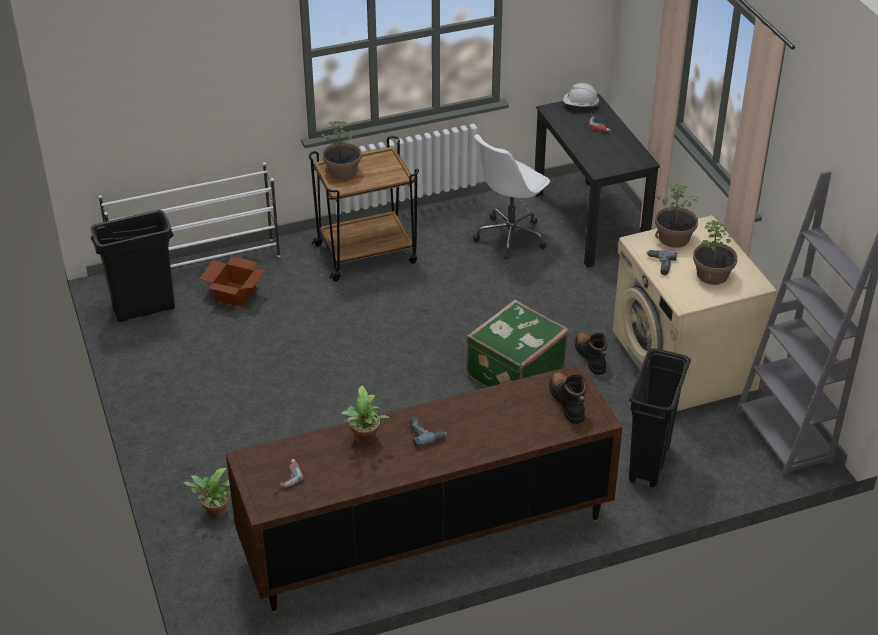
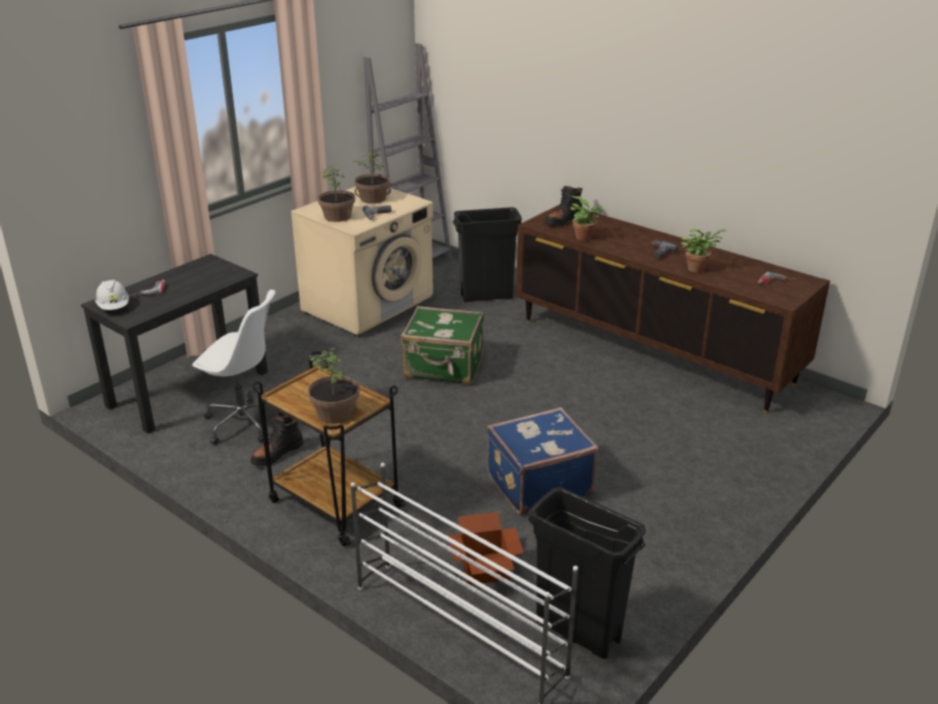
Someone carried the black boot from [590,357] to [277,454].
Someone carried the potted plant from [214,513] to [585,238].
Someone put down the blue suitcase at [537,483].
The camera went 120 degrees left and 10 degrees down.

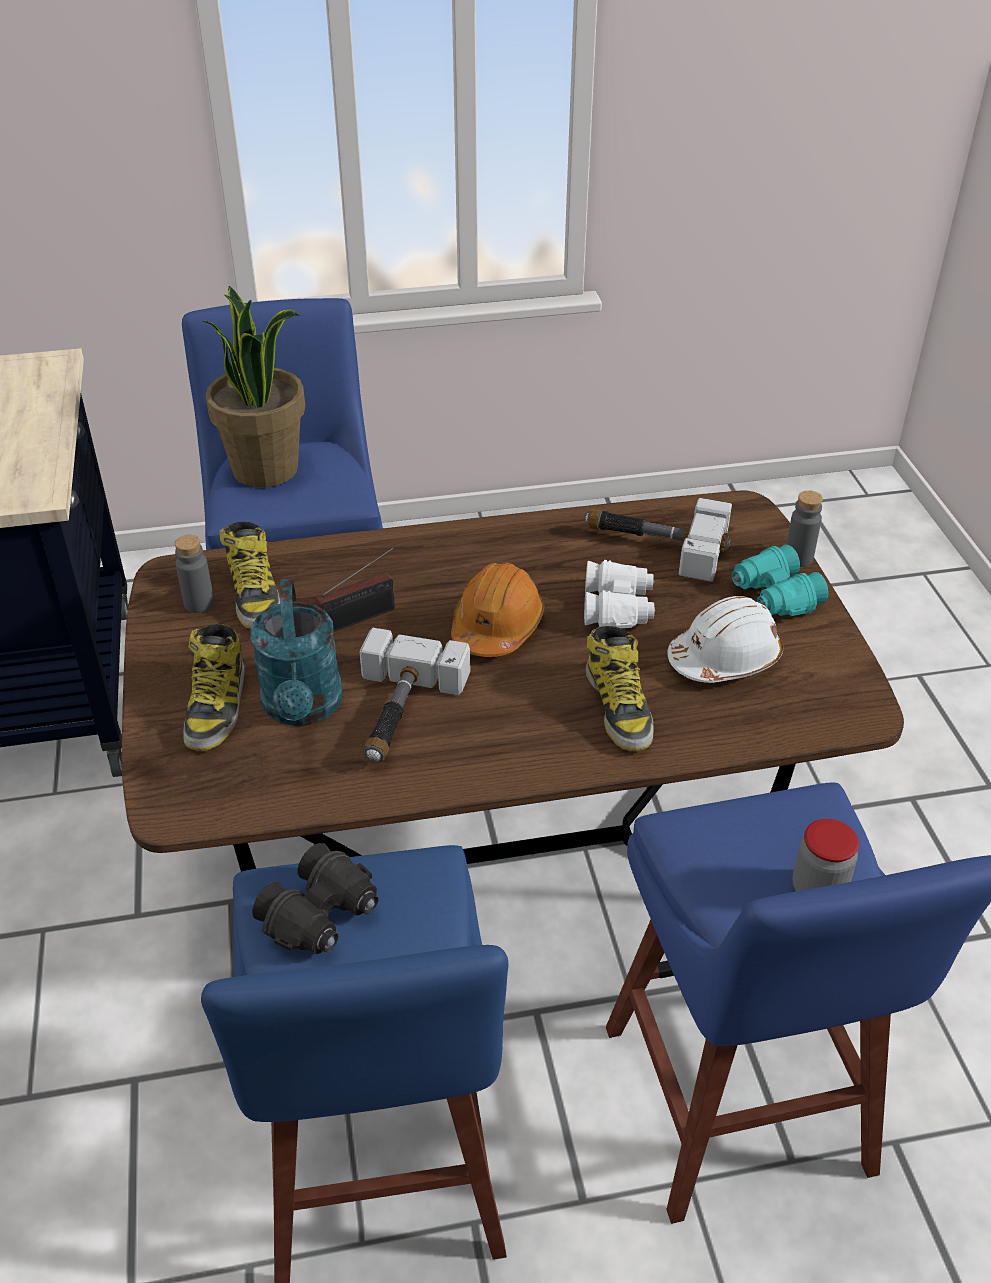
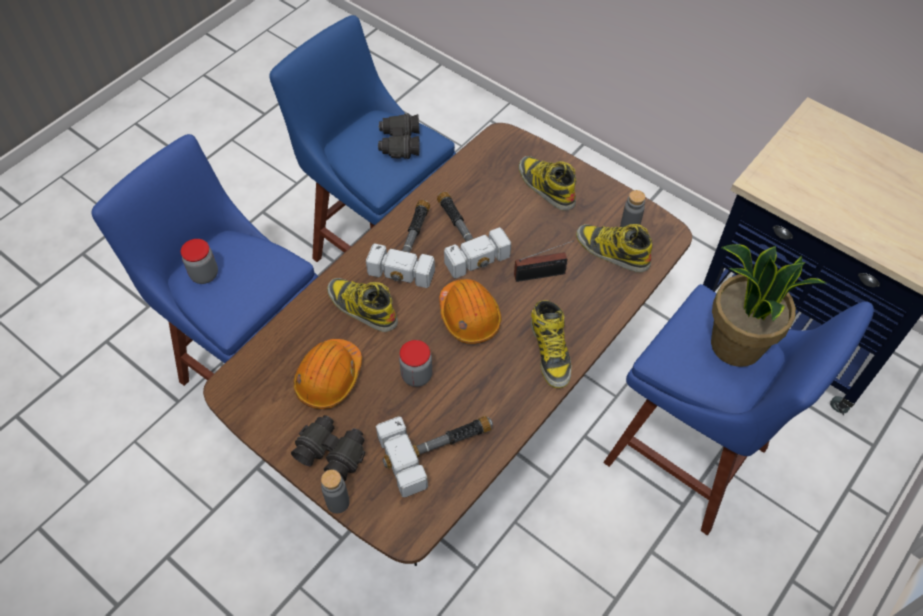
Someone repainted the turquoise binoculars at [774,596], which became the black binoculars at [331,451].
Someone rotated the radio at [362,617] by 120 degrees counterclockwise.
Someone swapped the white binoculars at [618,608] for the jar at [416,375].
Someone took away the turquoise watering can at [303,709].
Someone repainted the white hard hat at [725,658], which became the orange hard hat at [329,378].
Someone put down the hammer at [411,246].
Someone put down the boot at [550,352].
The camera went 140 degrees right and 15 degrees up.

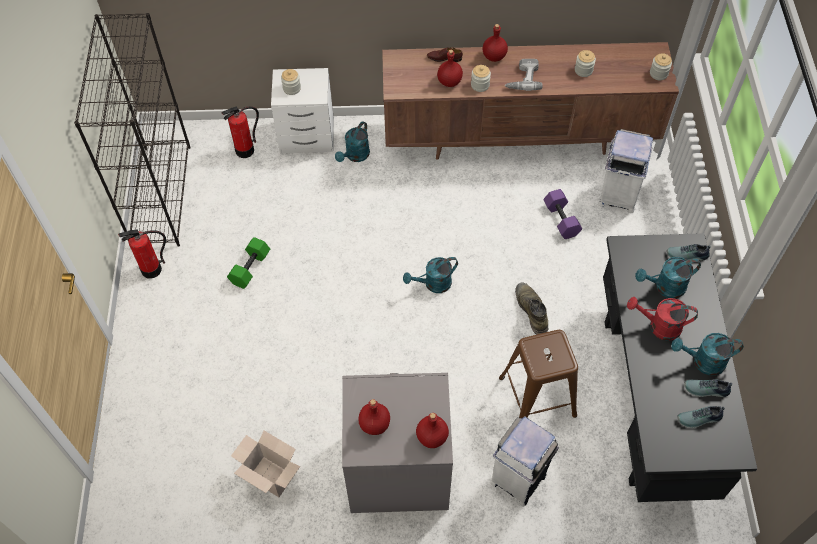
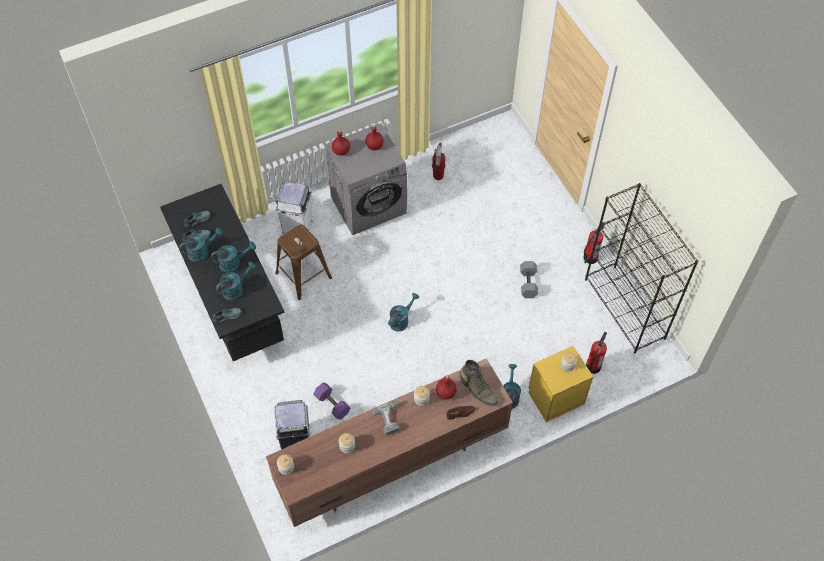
Someone took away the red bottle at [493,57].
Someone repainted the white nightstand at [308,137], which became the yellow nightstand at [554,397].
Someone repainted the green dumbbell at [250,267], which became the grey dumbbell at [528,283].
Someone carried the green boot from [531,310] to [478,389].
Someone repainted the red watering can at [659,326], which became the turquoise watering can at [233,263].
Someone swapped the cardboard box at [269,477] for the fire extinguisher at [438,176].
The camera went 155 degrees right and 0 degrees up.

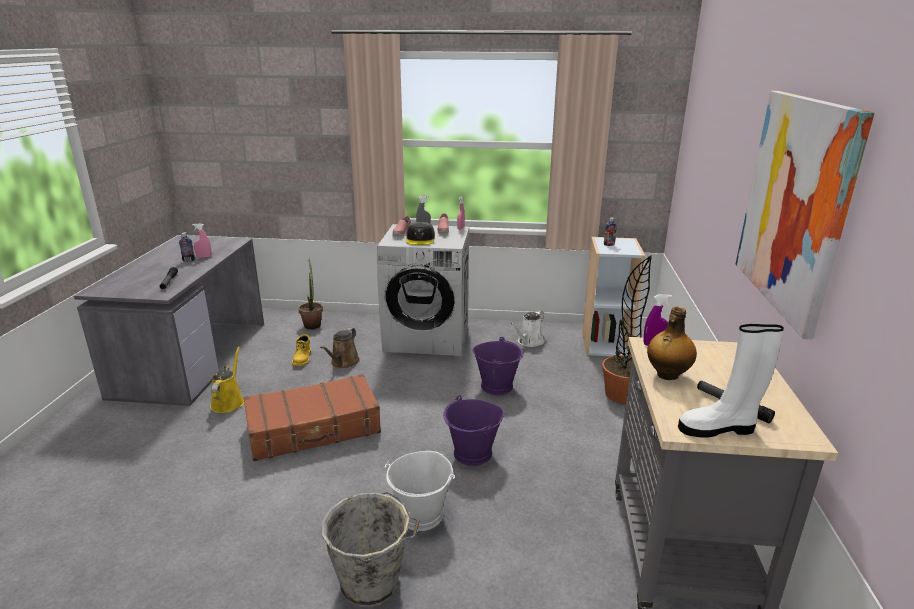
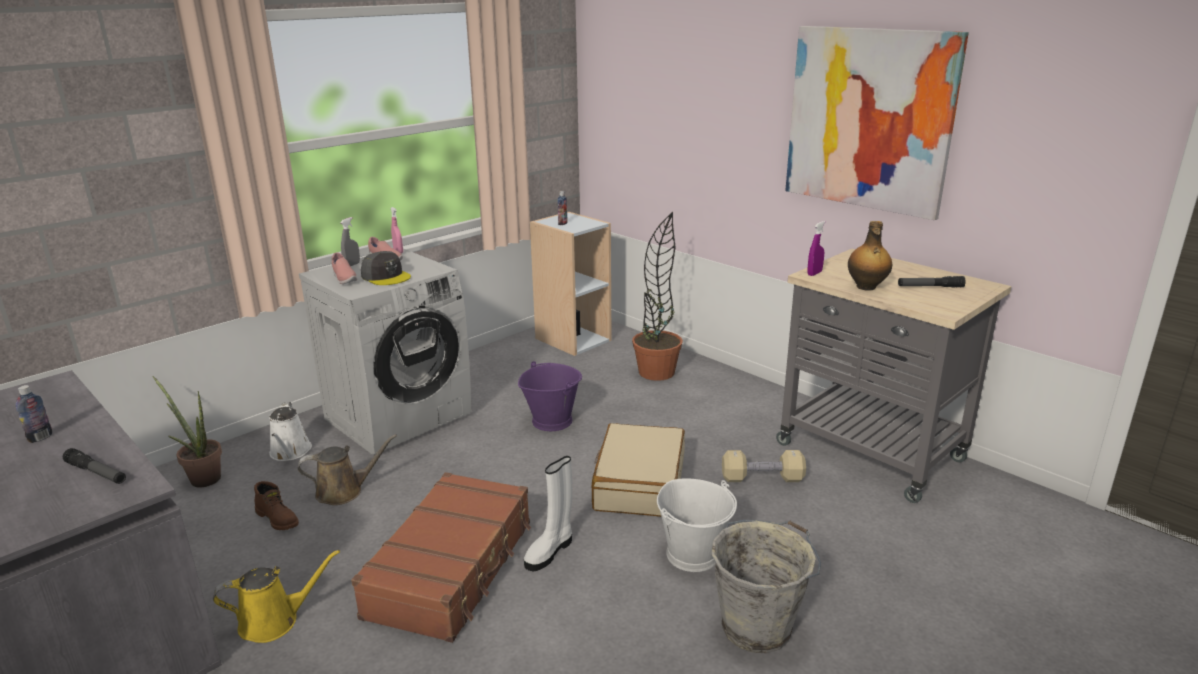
Someone took away the pink spray bottle at [204,257].
Someone carried the white watering can from [529,342] to [290,452].
Someone carried the white boot from [718,428] to [550,551].
Someone rotated the brown watering can at [343,362] by 75 degrees counterclockwise.
Someone repainted the yellow boot at [302,359], which became the brown boot at [278,519].
Someone rotated the yellow watering can at [229,402] by 120 degrees clockwise.
Someone swapped the purple bucket at [472,454] for the beige suitcase at [639,484].
Someone put down the beige dumbbell at [762,478].
The camera went 50 degrees left and 0 degrees up.

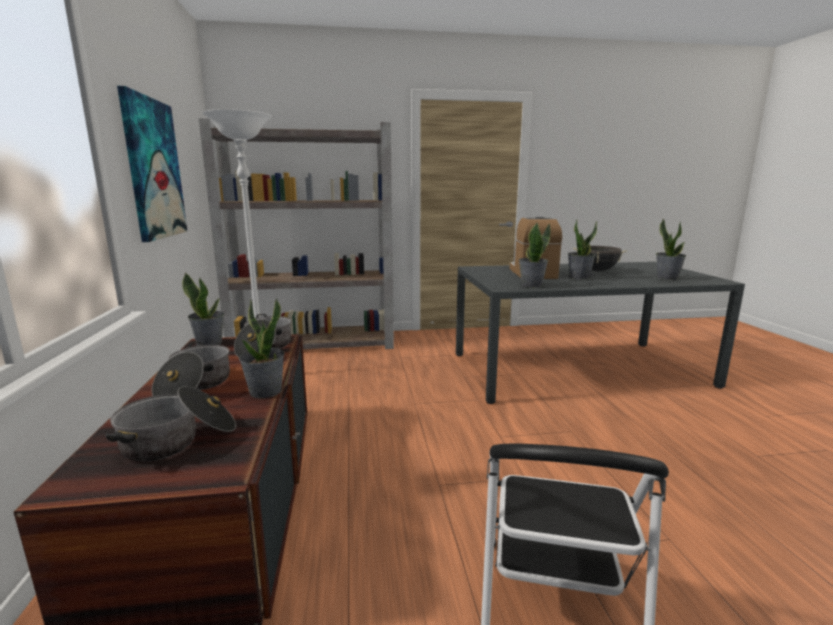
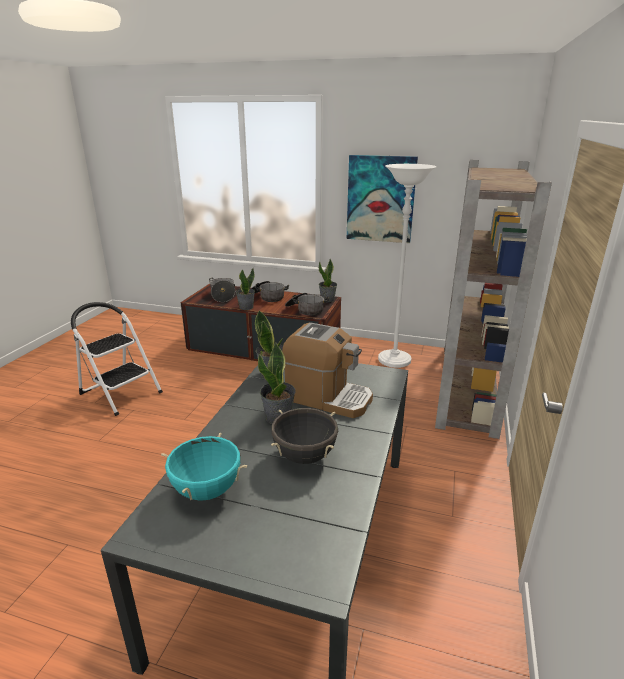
Someone swapped the potted plant at [667,278] for the turquoise cooking pot at [206,490].
The camera went 115 degrees right and 10 degrees up.

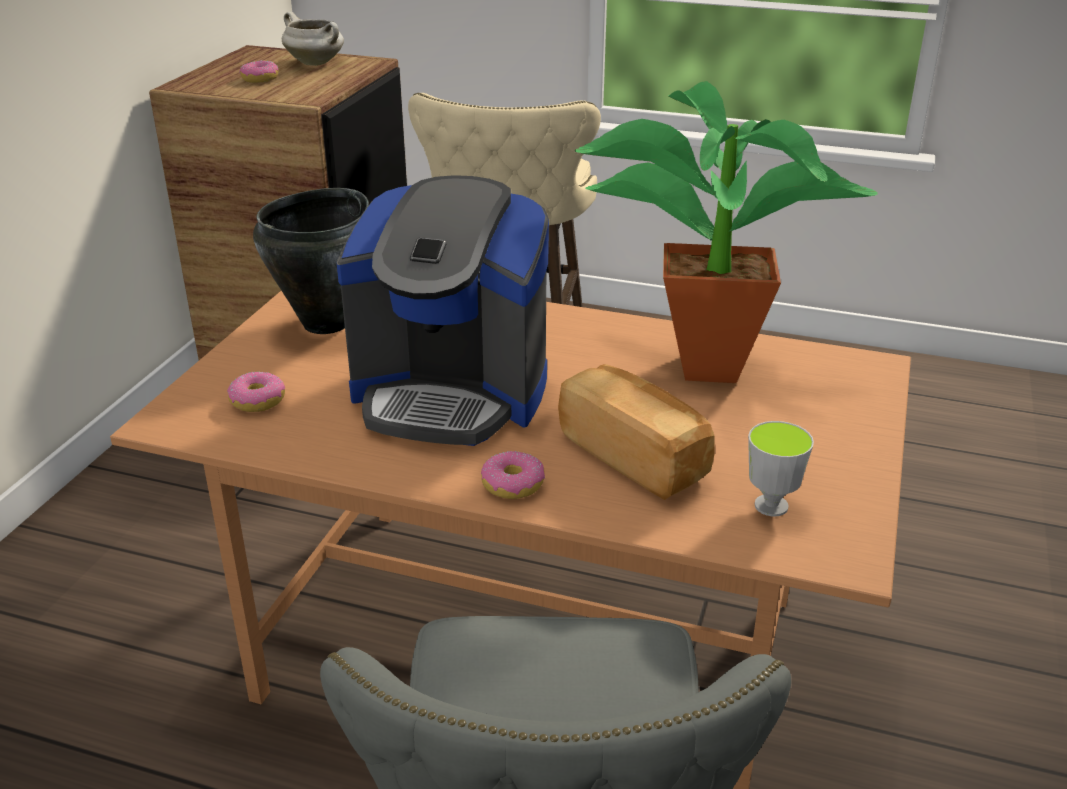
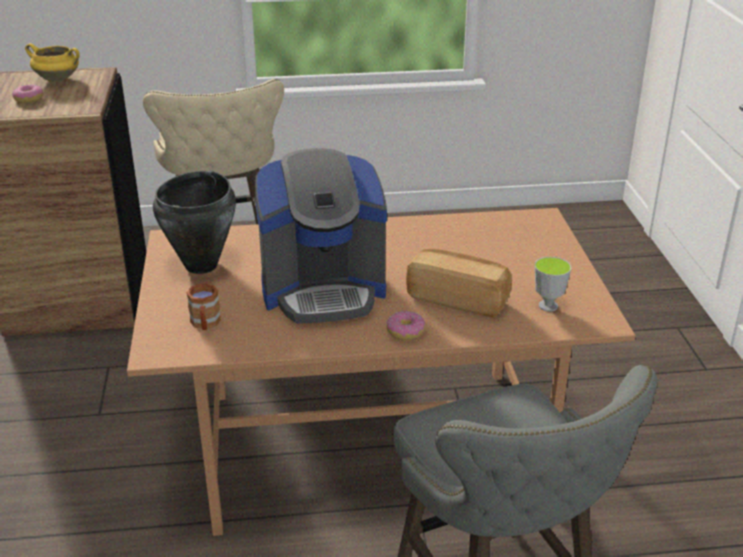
Someone repainted the white cooking pot at [316,63], which became the yellow cooking pot at [58,79].
Someone took away the potted plant at [695,363].
Someone swapped the donut at [258,401] for the brown mug at [205,324].
The camera went 25 degrees left and 0 degrees up.

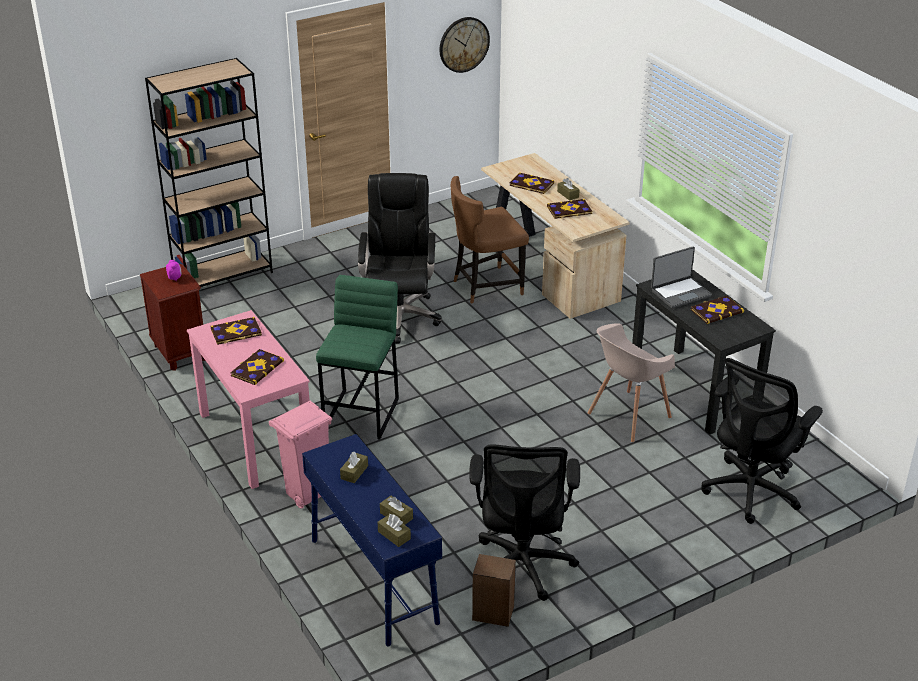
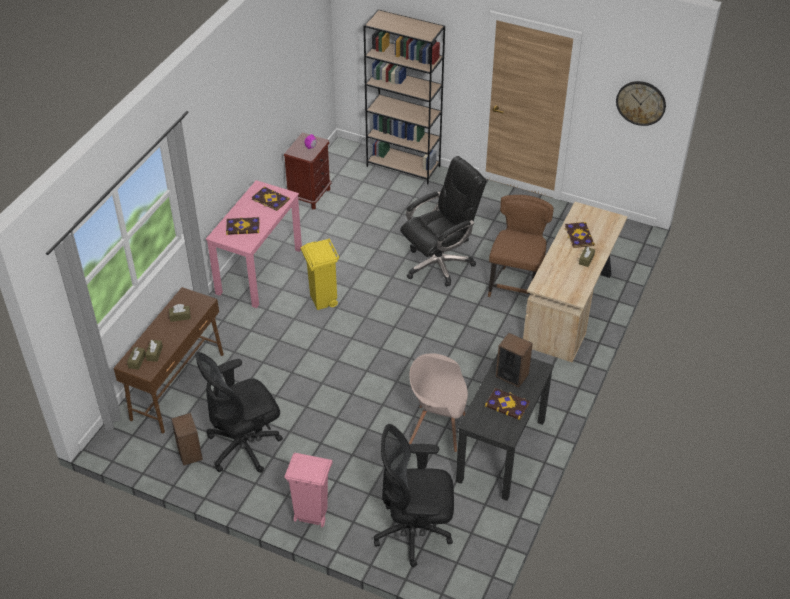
Someone rotated the brown chair at [485,286] by 75 degrees clockwise.
Someone took away the book at [569,210].
Someone swapped the laptop at [680,293] for the speaker at [512,375].
Someone swapped the green stool at [362,413] for the yellow trash can at [323,301].
Someone carried the pink trash can from [307,495] to [311,515].
Someone repainted the blue console table at [374,580], which became the brown console table at [178,387].
The camera went 55 degrees right and 10 degrees up.

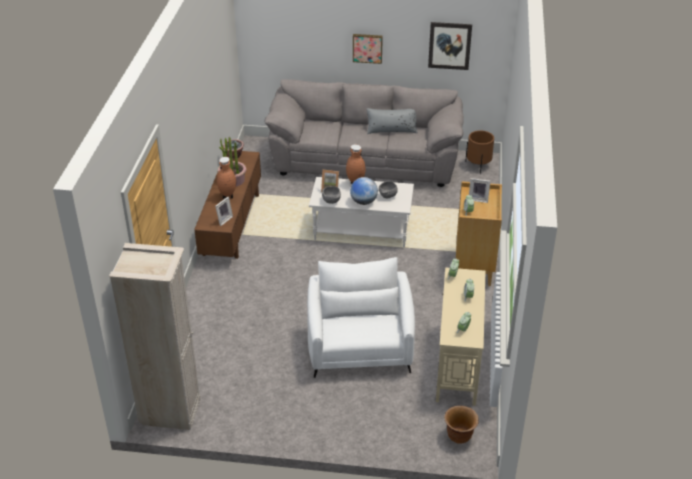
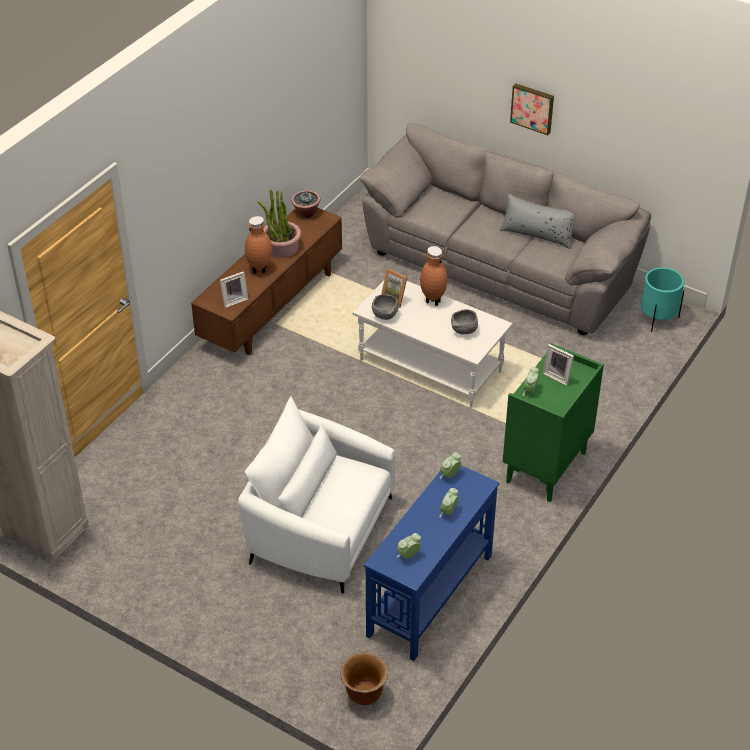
Someone took away the picture at [449,45].
Someone repainted the brown planter at [478,165], which became the turquoise planter at [657,319].
Someone took away the globe at [363,202].
Someone repainted the brown cabinet at [474,267], which became the green cabinet at [545,468].
Someone rotated the white armchair at [360,348] by 90 degrees counterclockwise.
Someone repainted the beige console table at [457,364], which became the blue console table at [429,595].
The camera went 25 degrees right and 5 degrees up.

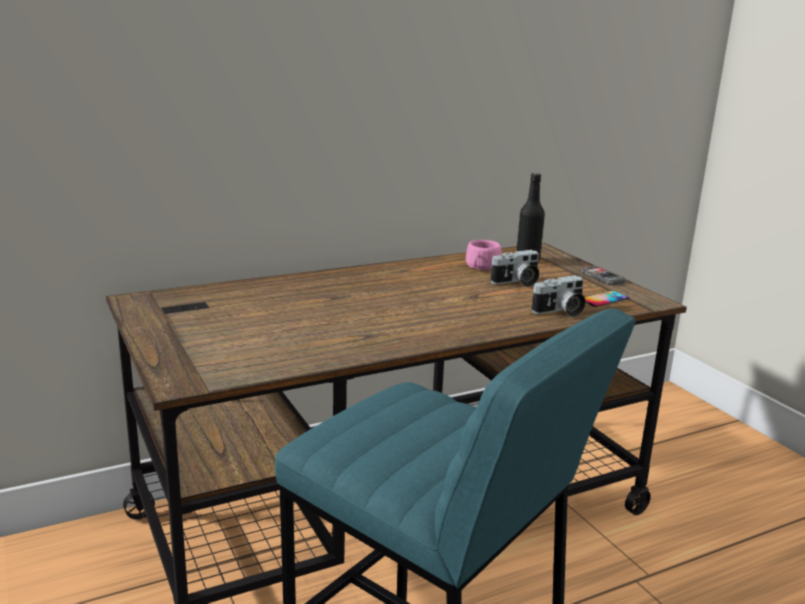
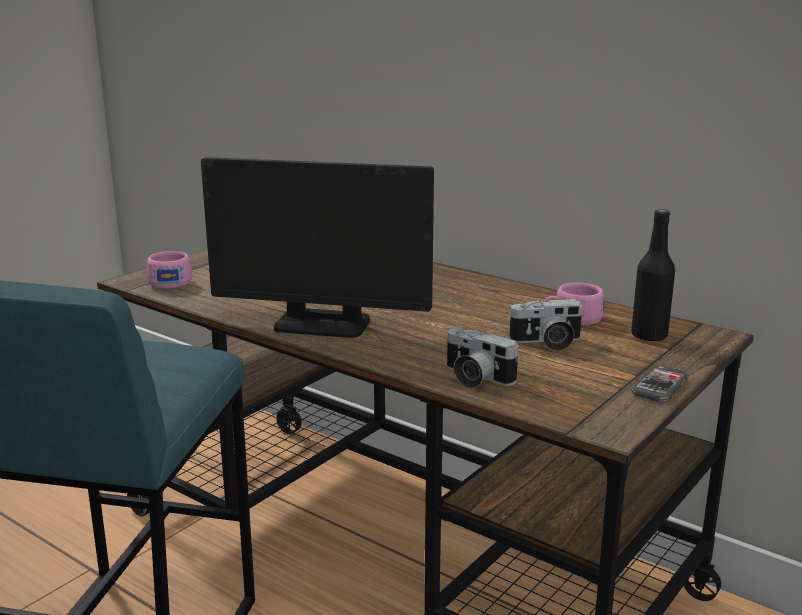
Someone rotated the photo camera at [517,282] by 45 degrees counterclockwise.
Someone took away the phone at [604,299].
Someone put down the monitor at [322,324].
Someone put down the pink cup at [171,281].
The camera went 65 degrees right and 0 degrees up.

